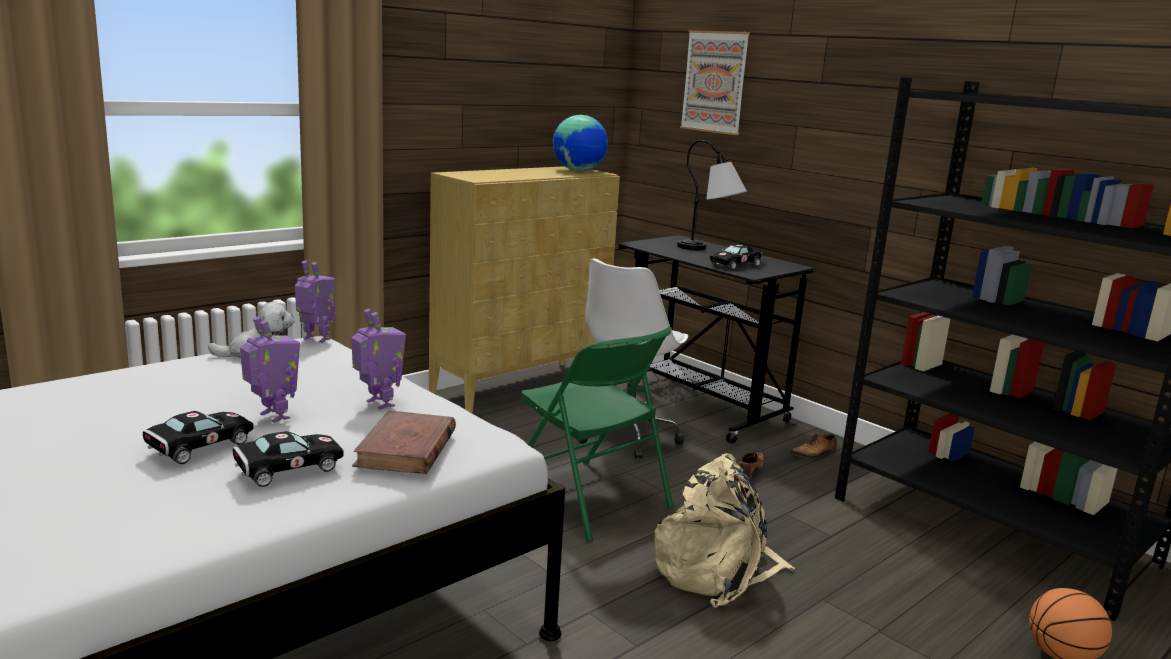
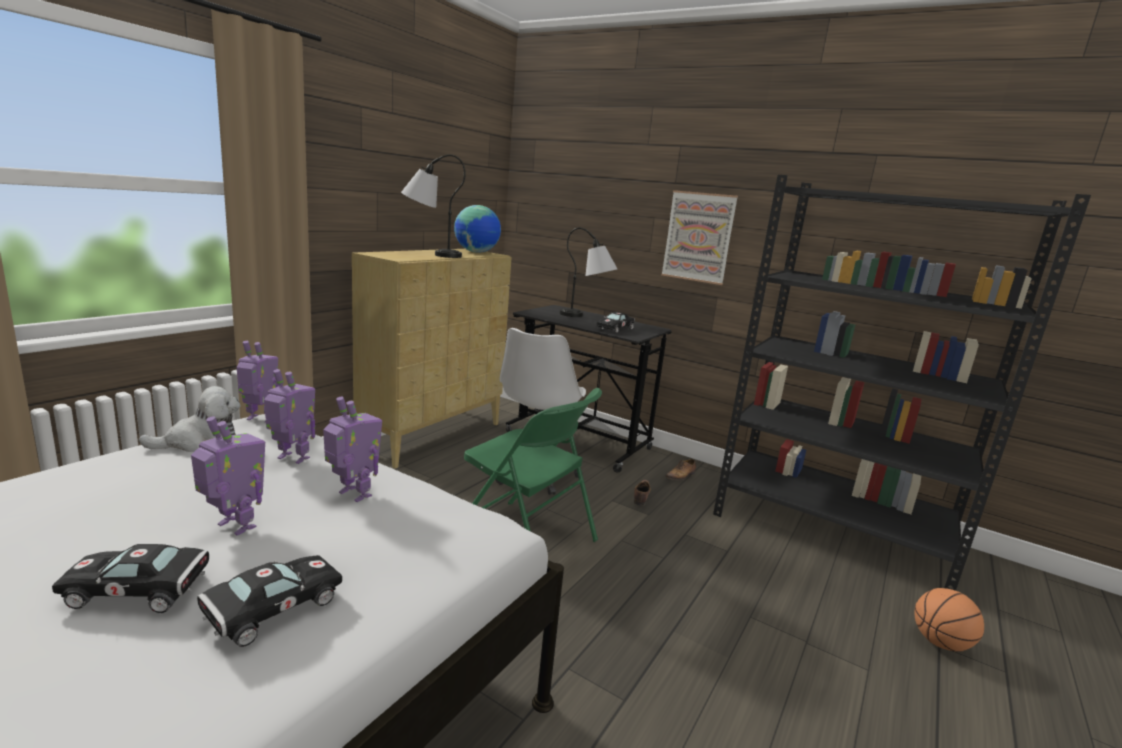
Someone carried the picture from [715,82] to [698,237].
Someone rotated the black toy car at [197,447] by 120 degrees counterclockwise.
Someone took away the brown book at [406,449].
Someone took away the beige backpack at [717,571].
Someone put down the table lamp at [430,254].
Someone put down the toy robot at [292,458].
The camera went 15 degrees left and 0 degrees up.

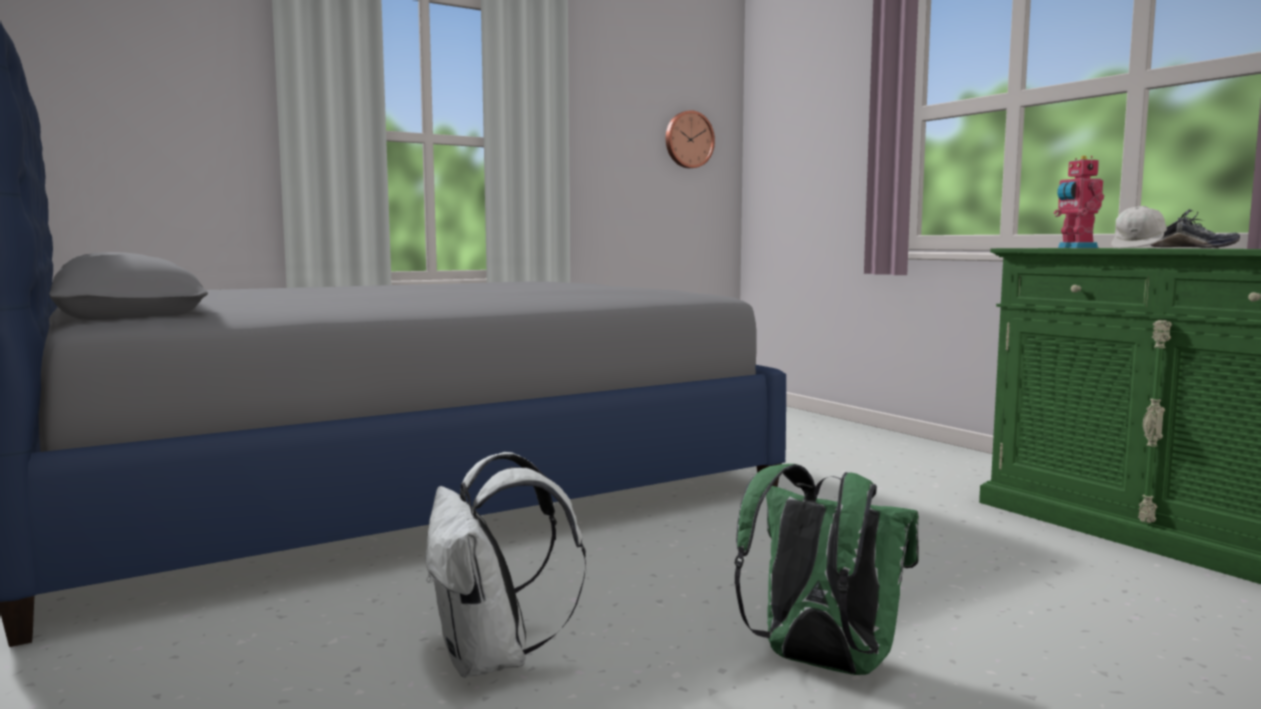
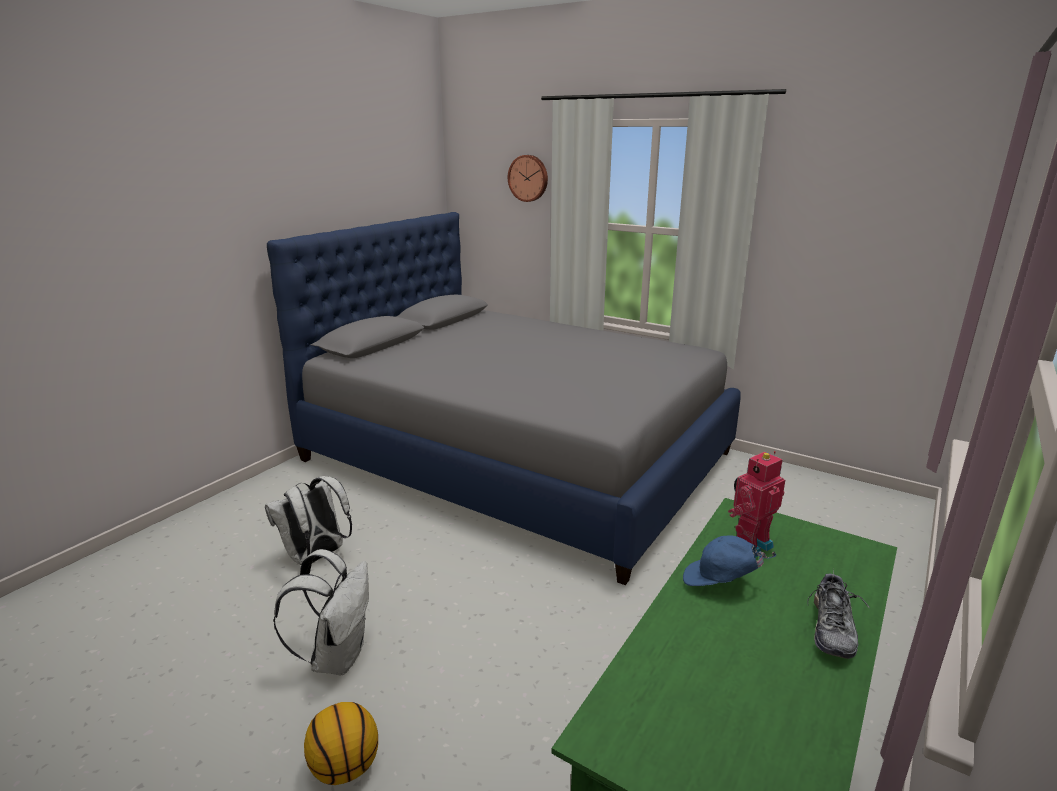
Someone carried the wall clock from [688,140] to [528,178].
Someone repainted the white cap at [1138,248], which became the blue cap at [720,582].
Someone repainted the green backpack at [821,664], which became the white backpack at [337,656].
Someone put down the basketball at [345,768].
The camera went 65 degrees right and 15 degrees up.

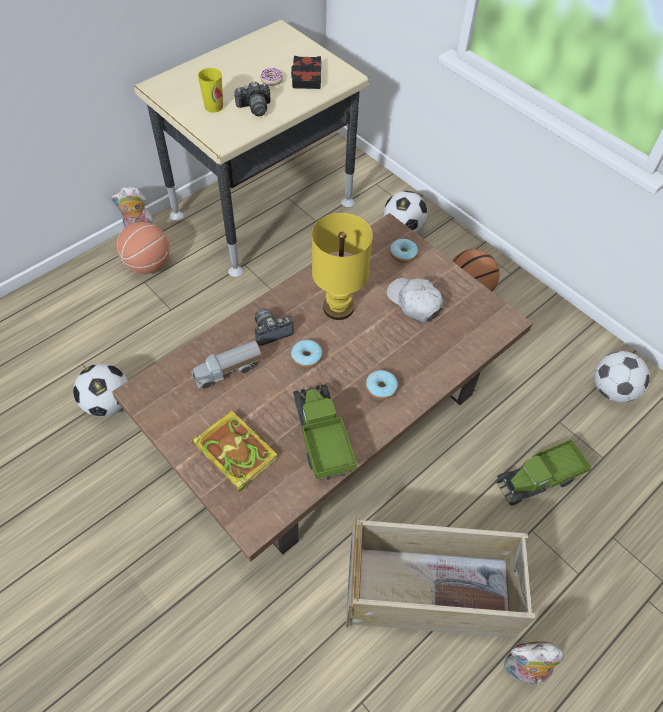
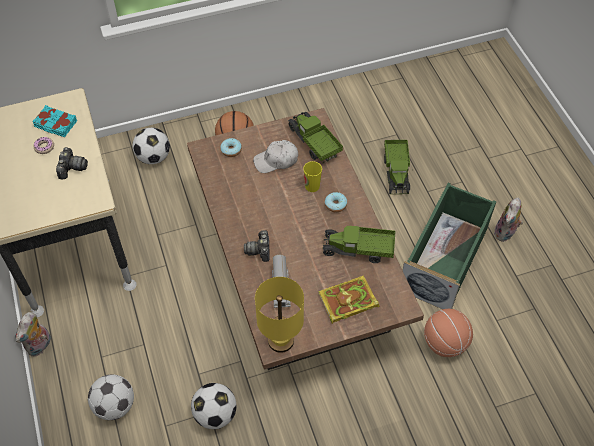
Someone repainted the black book at [306,76], which became the turquoise book at [55,124].
Someone carried the cup from [214,106] to [312,186].
Someone carried the yellow table lamp from [338,308] to [281,341].
Someone carried the basketball from [148,264] to [444,343].
Someone took away the donut at [306,357].
Someone carried the football from [612,390] to [115,405].
Someone repainted the beige storage box at [431,590], which became the green storage box at [444,258].
Someone put down the toy truck at [313,143].
The camera went 65 degrees left and 0 degrees up.

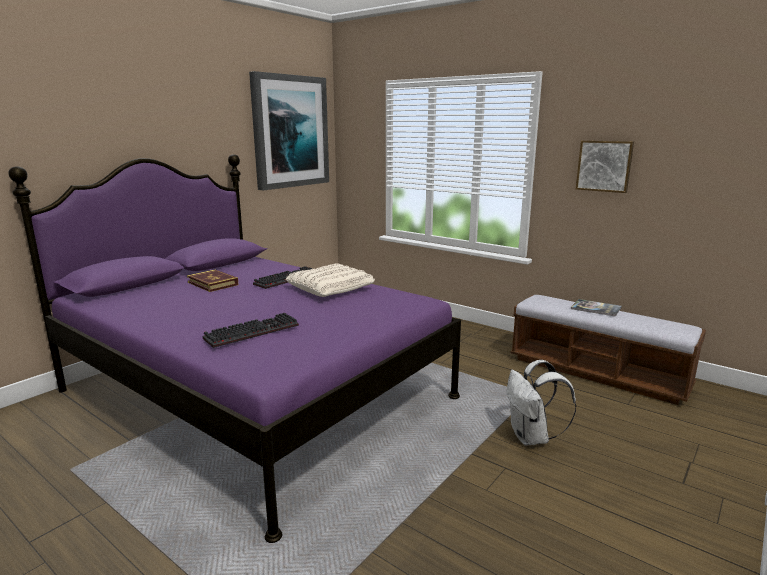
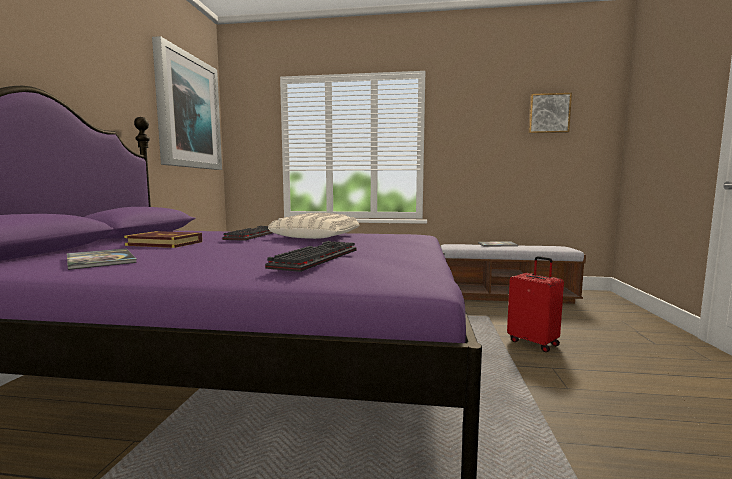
Someone carried the picture from [604,166] to [548,113].
Someone swapped the white backpack at [531,438] for the red suitcase at [533,342].
Someone put down the book at [101,260].
The camera went 30 degrees left and 10 degrees down.

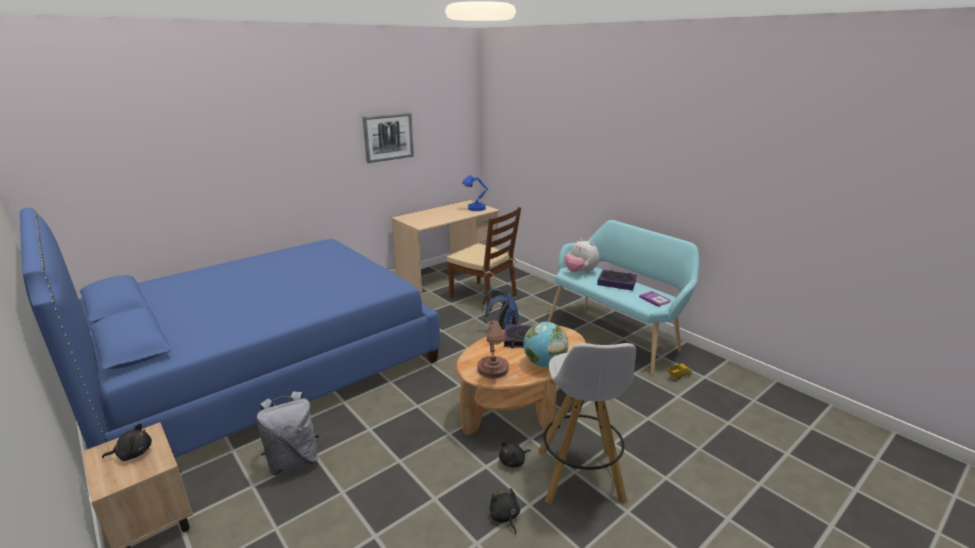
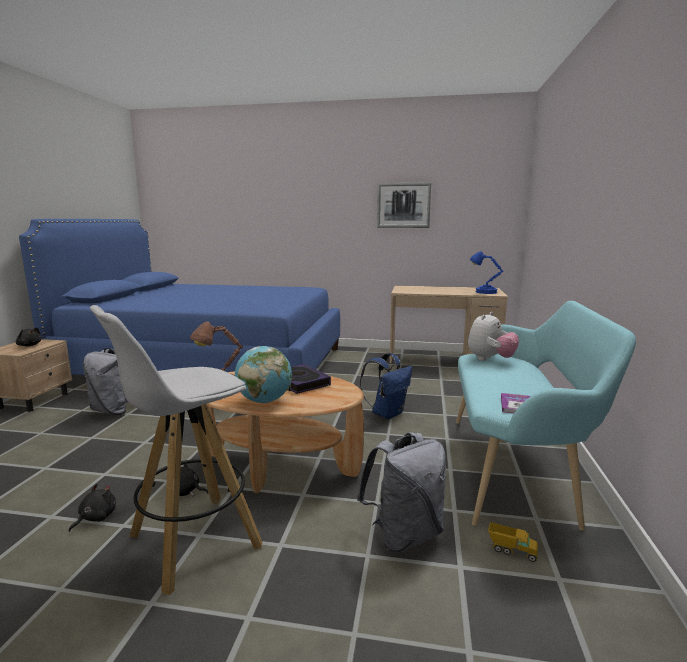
Someone took away the brown chair at [484,296].
Someone rotated the plush toy at [580,272] by 150 degrees counterclockwise.
Someone took away the book at [616,282].
Someone put down the grey backpack at [404,534].
The camera went 50 degrees right and 10 degrees down.

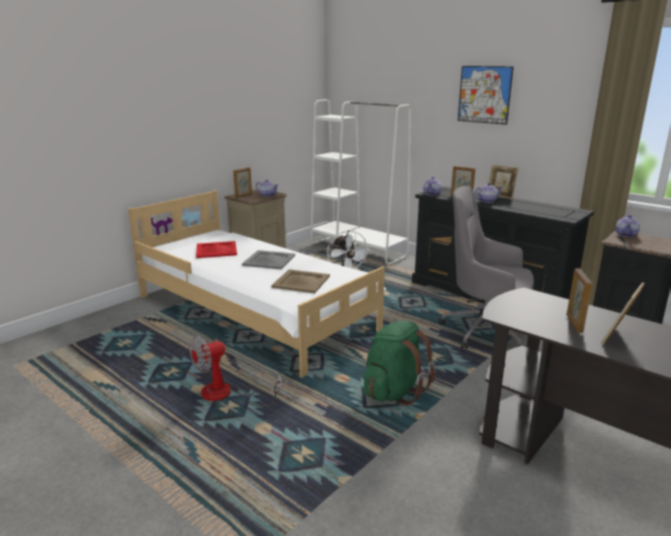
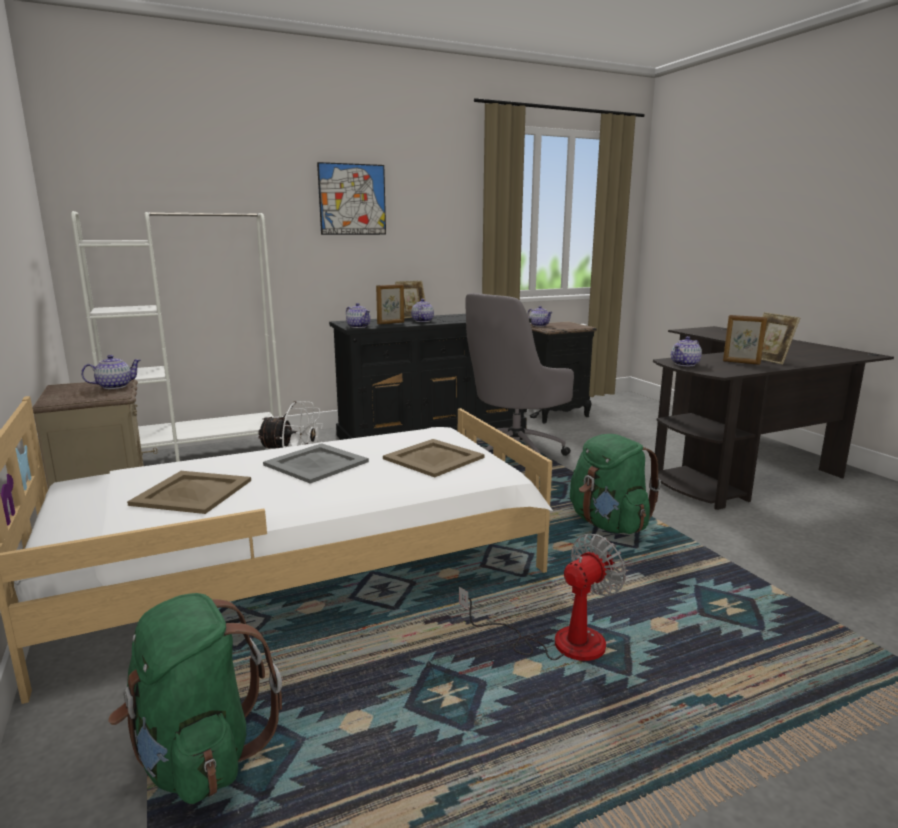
Someone took away the picture frame at [243,195].
Someone repainted the red tray at [216,250], which became the beige tray at [192,492].
Someone rotated the fan at [226,394] by 120 degrees counterclockwise.
Someone put down the teapot at [685,364].
Someone put down the green backpack at [198,755].
The camera went 65 degrees left and 5 degrees down.

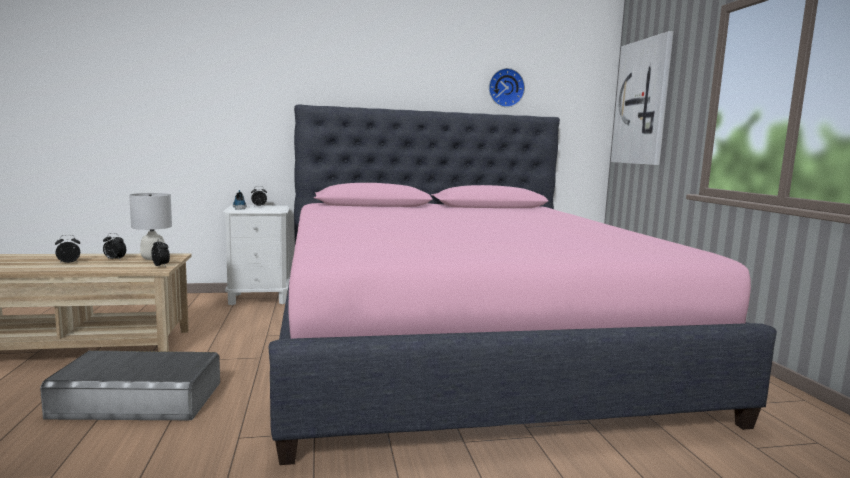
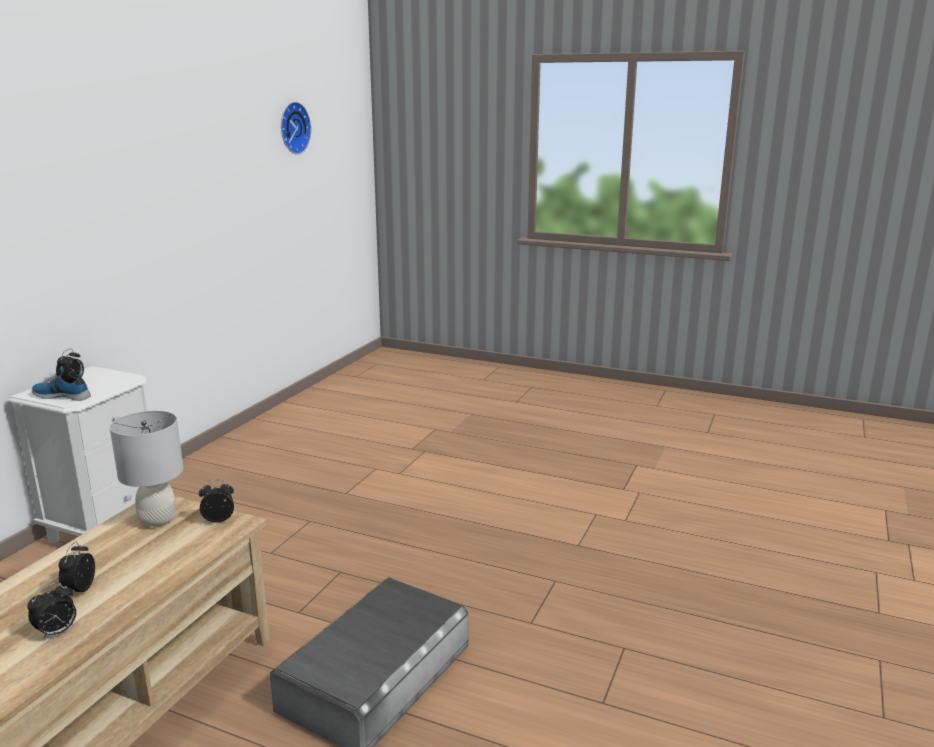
Someone took away the picture at [642,102].
Someone took away the pink bed at [461,341].
Someone carried the alarm clock from [114,259] to [57,632].
The camera went 55 degrees left and 10 degrees up.

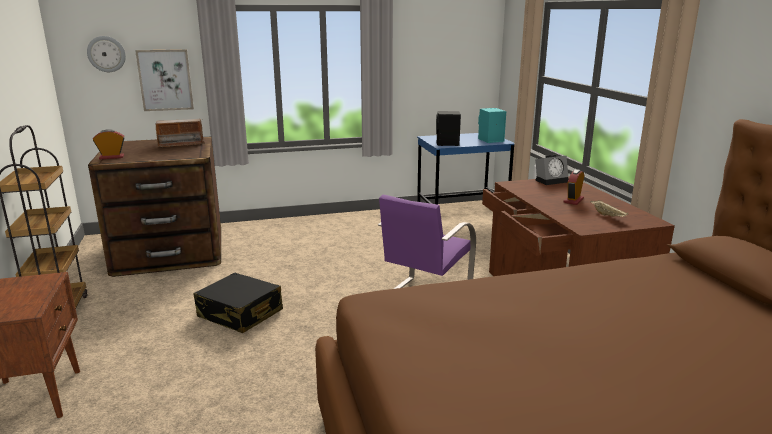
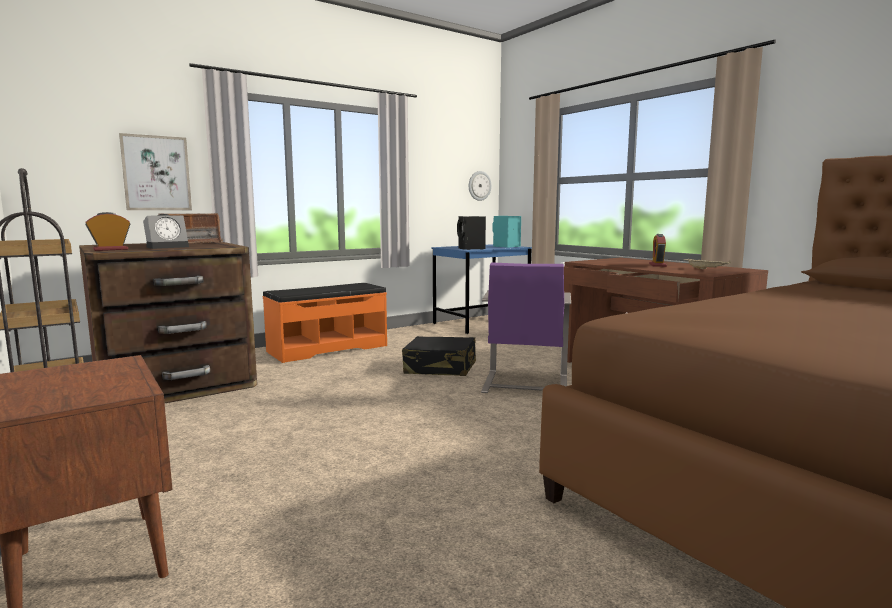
Someone carried the wall clock from [106,54] to [479,186].
Someone carried the alarm clock from [551,180] to [168,247].
Someone carried the black suitcase from [240,314] to [440,368].
Someone put down the orange bench at [327,348].
The camera went 20 degrees left and 10 degrees down.

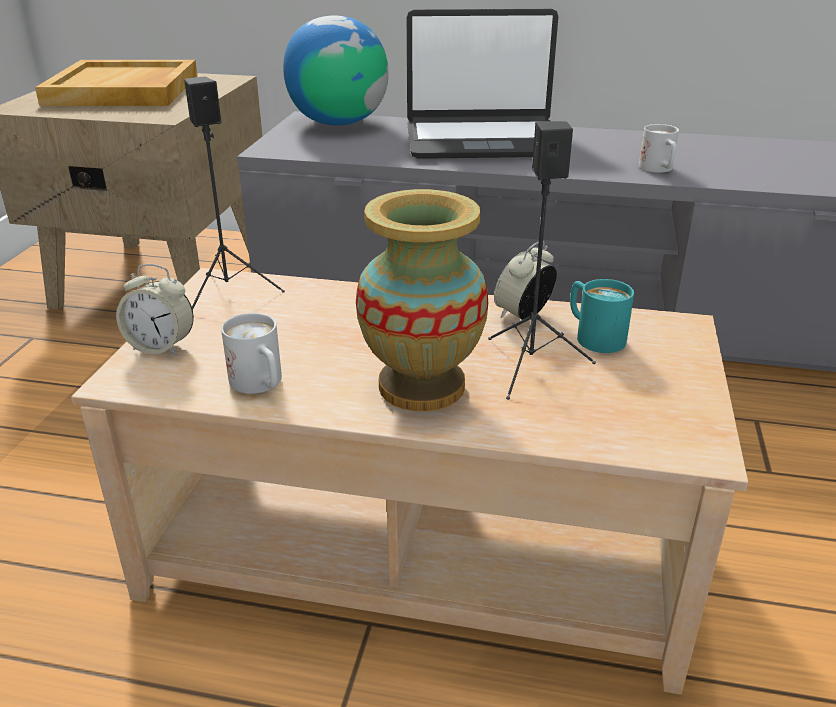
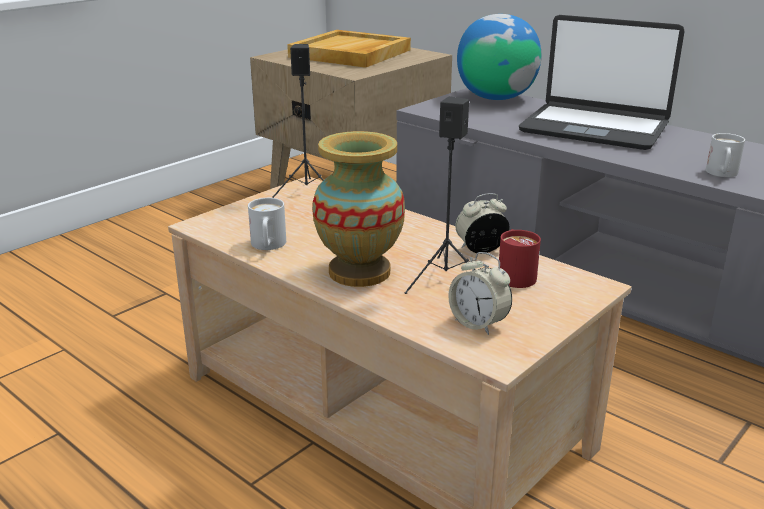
Someone carried the alarm clock from [161,347] to [478,324].
Someone repainted the turquoise mug at [593,336], which became the red mug at [514,274].
The camera went 30 degrees right and 5 degrees down.

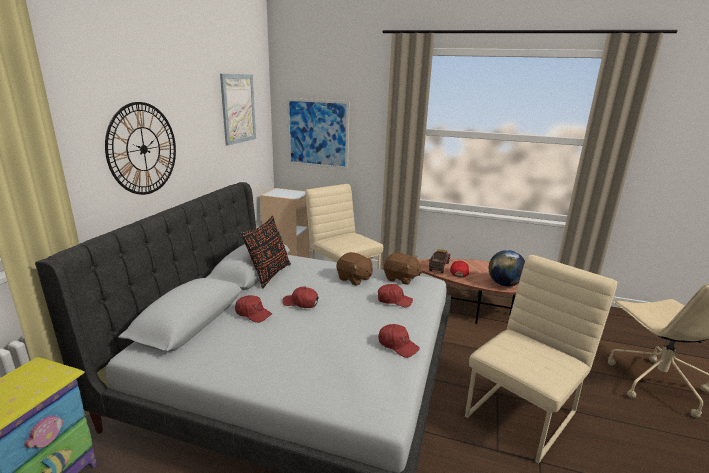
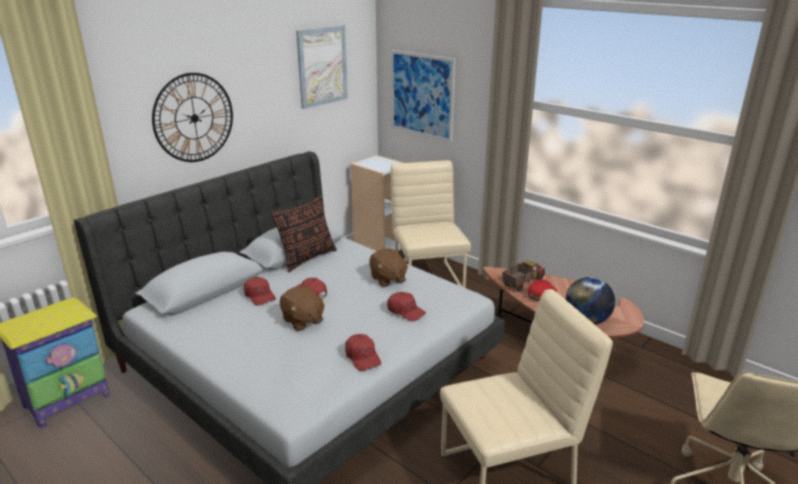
Someone carried the brown plush toy from [401,278] to [302,321].
The camera went 25 degrees right and 5 degrees up.

